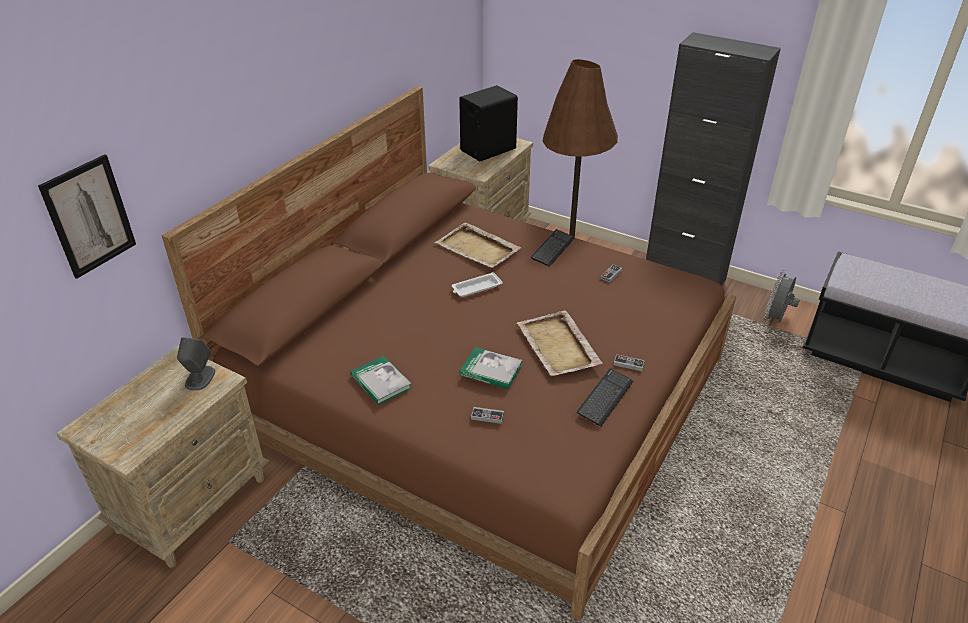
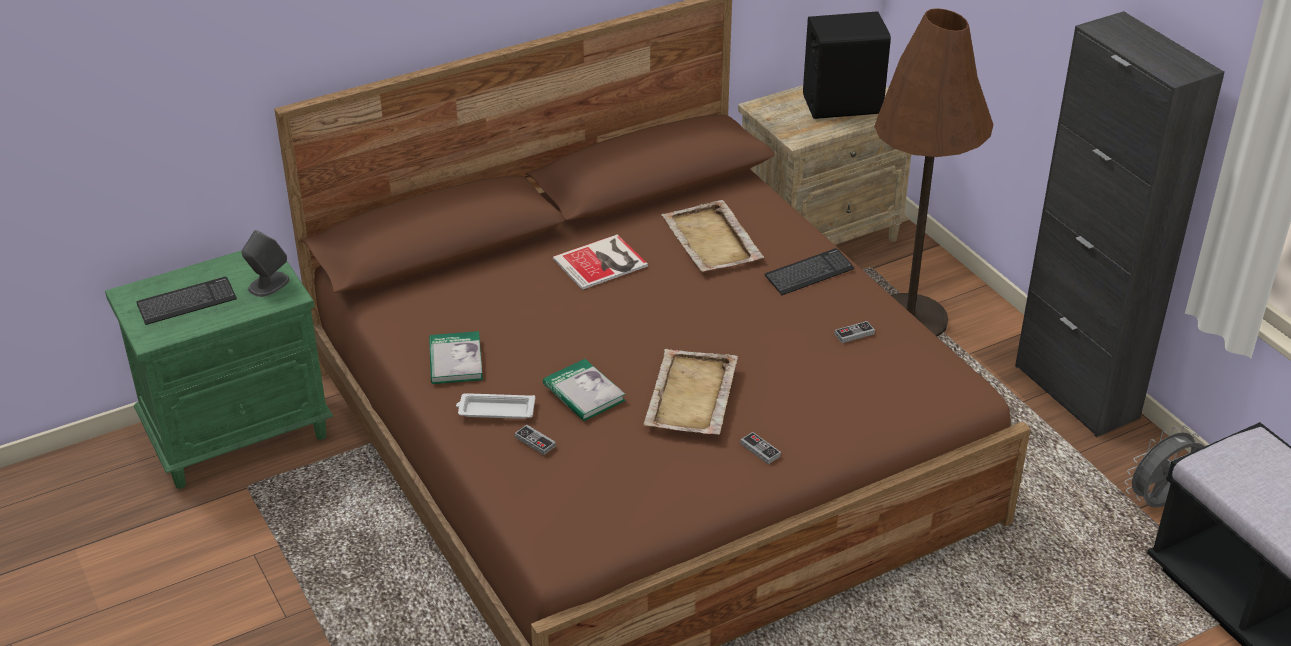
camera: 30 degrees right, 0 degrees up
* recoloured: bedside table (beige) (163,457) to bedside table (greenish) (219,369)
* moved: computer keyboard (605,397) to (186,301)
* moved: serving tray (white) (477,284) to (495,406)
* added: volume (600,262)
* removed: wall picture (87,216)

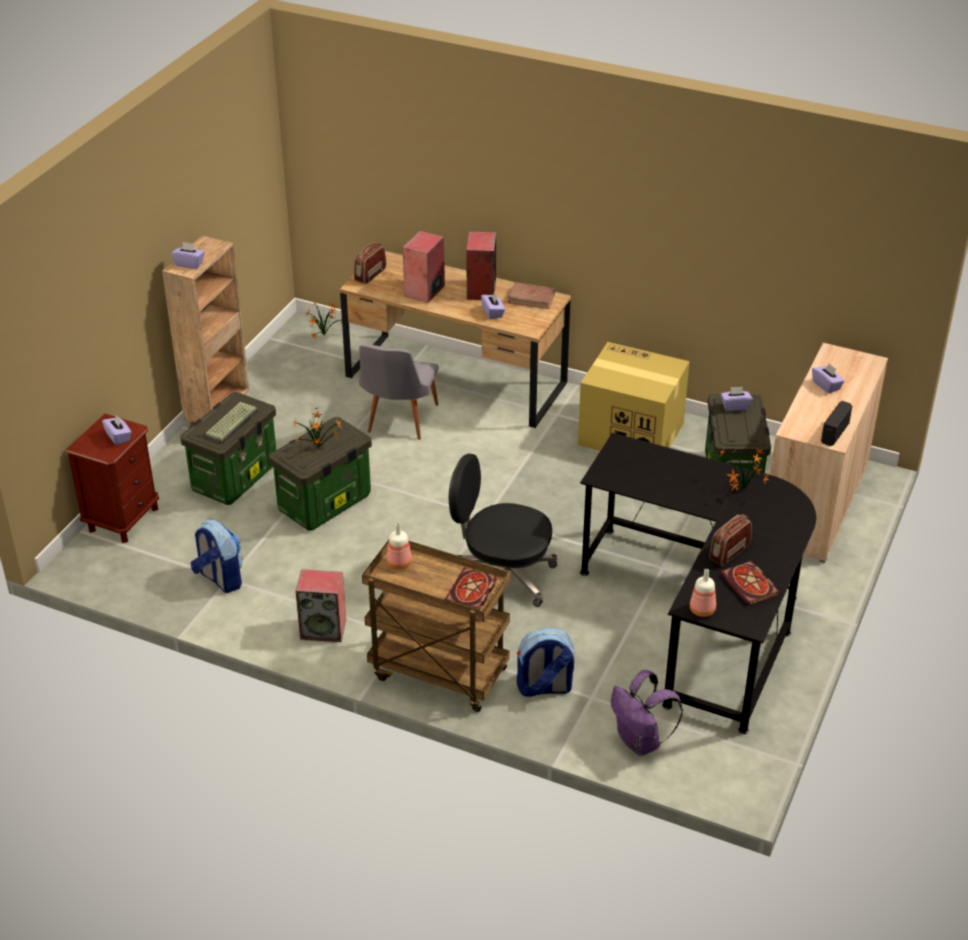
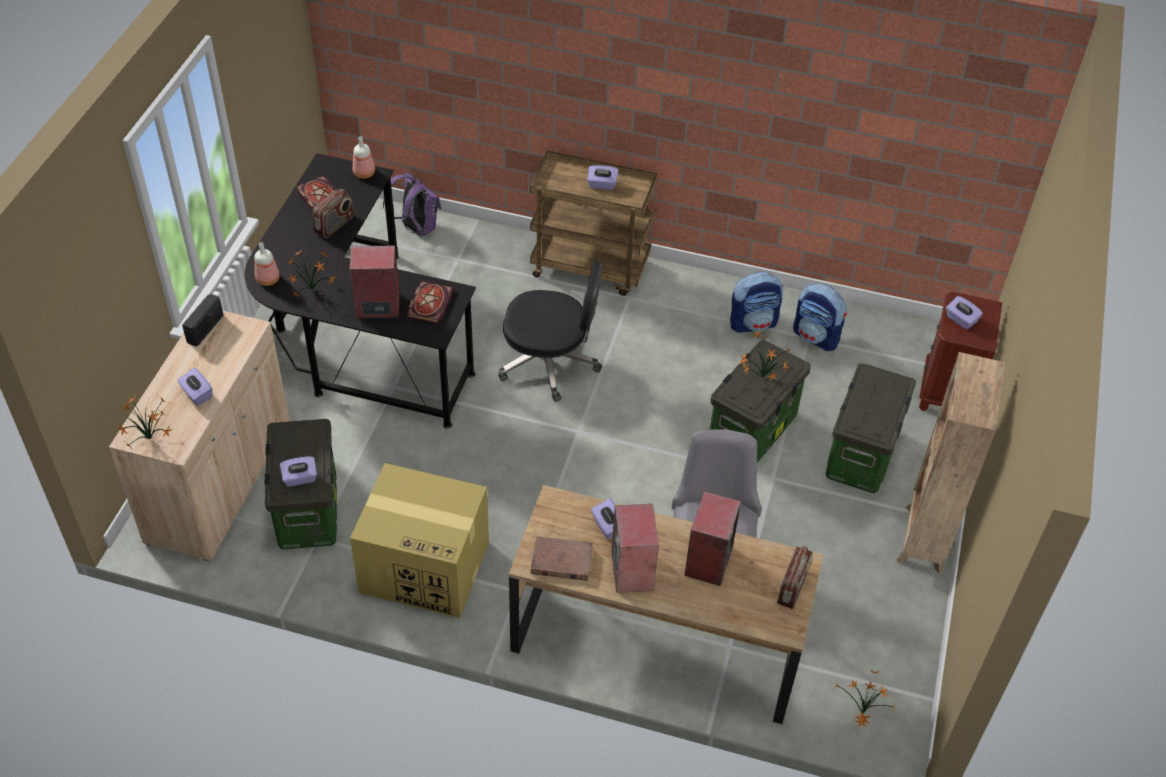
camera: 170 degrees right, 10 degrees up
* added: houseplant (145,421)
* moved: beverage bottle (399,546) to (267,264)
* moved: loudspeaker (321,605) to (374,282)
* moved: volume (471,588) to (430,302)
* moved: tissue holder (purple) (188,255) to (603,177)
* moved: knapsack (545,662) to (756,302)
* removed: computer keyboard (231,422)

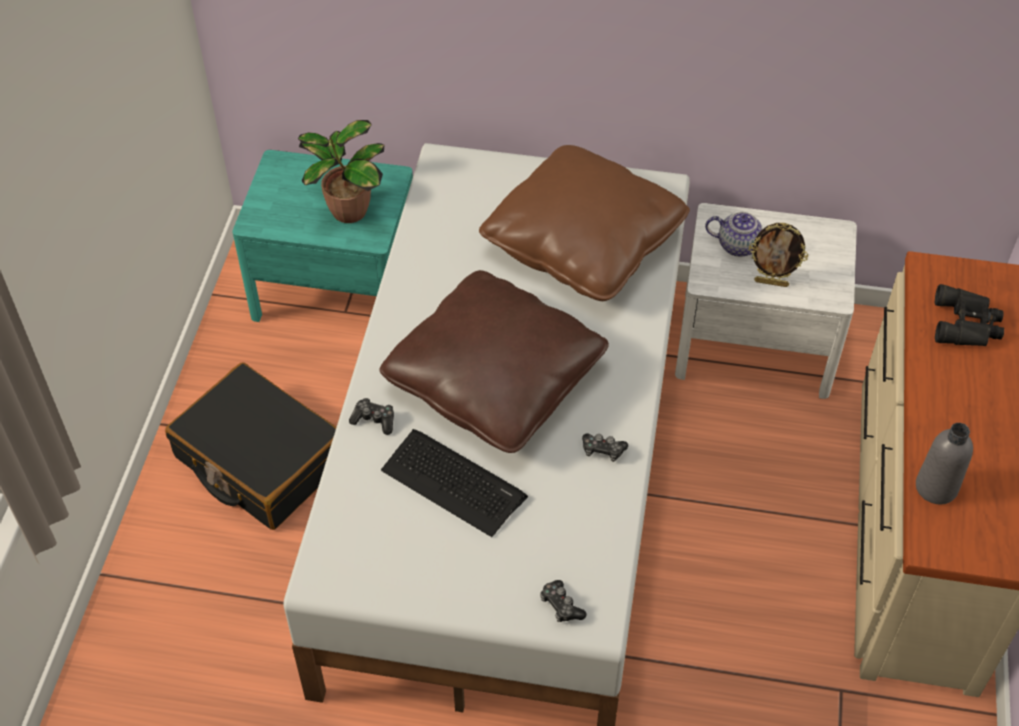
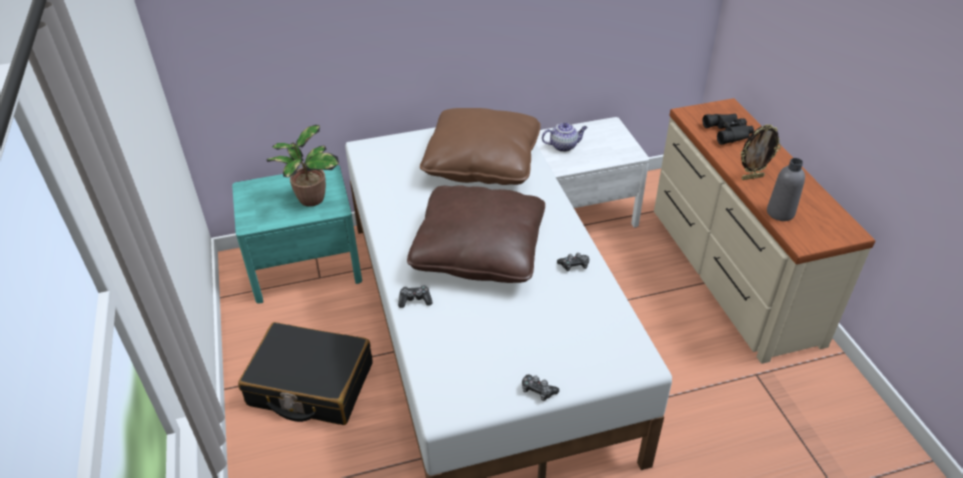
camera: 25 degrees left, 10 degrees down
* moved: joypad (563,601) to (540,387)
* moved: standing frame (778,255) to (760,152)
* removed: computer keyboard (454,483)

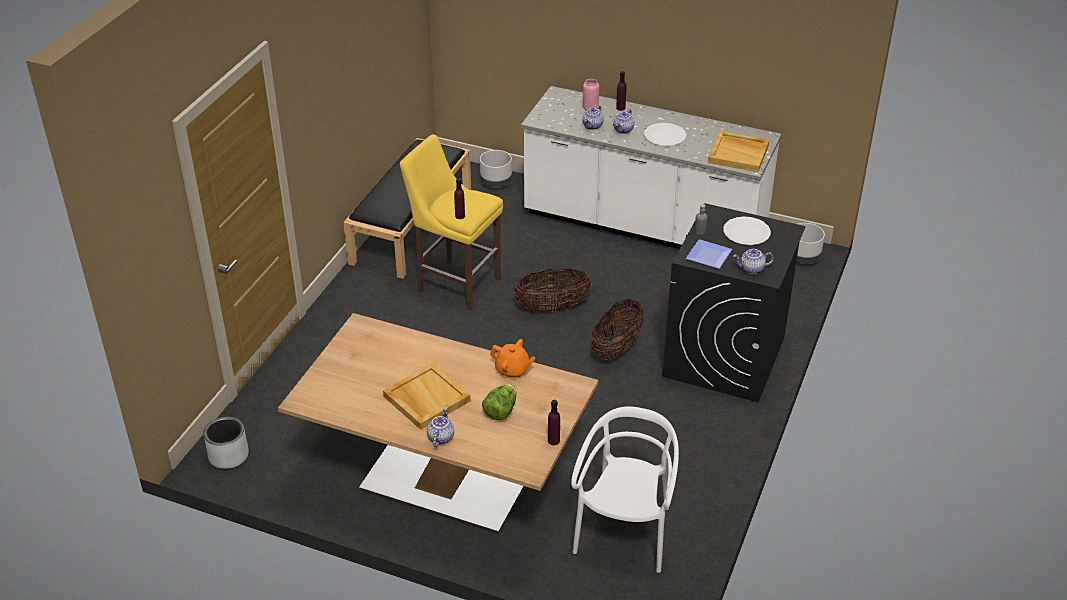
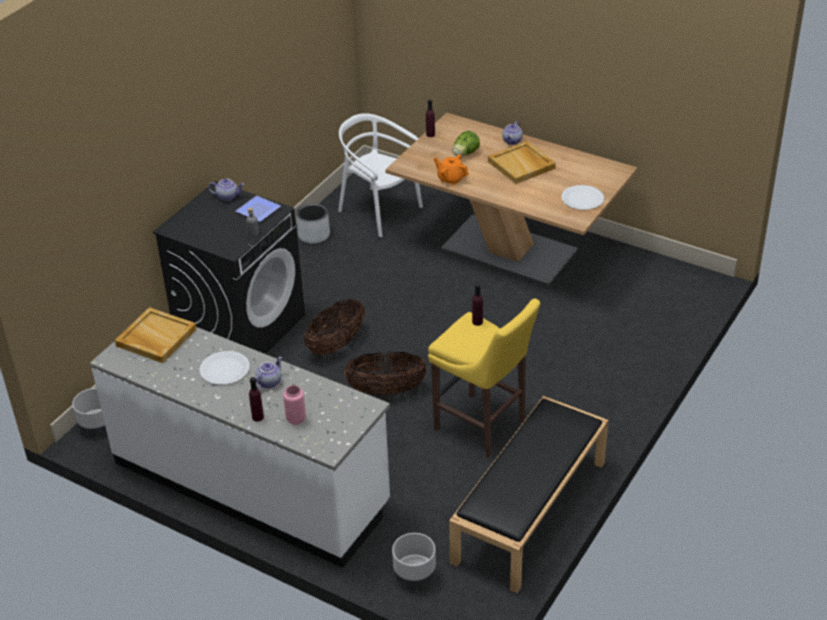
camera: 170 degrees left, 0 degrees up
* moved: planter (gray) (226,443) to (313,223)
* turned: chair (white) (625,489) = (380,175) 105 degrees clockwise
* moved: plate (white) (747,230) to (582,197)
* removed: pot for tea (593,117)

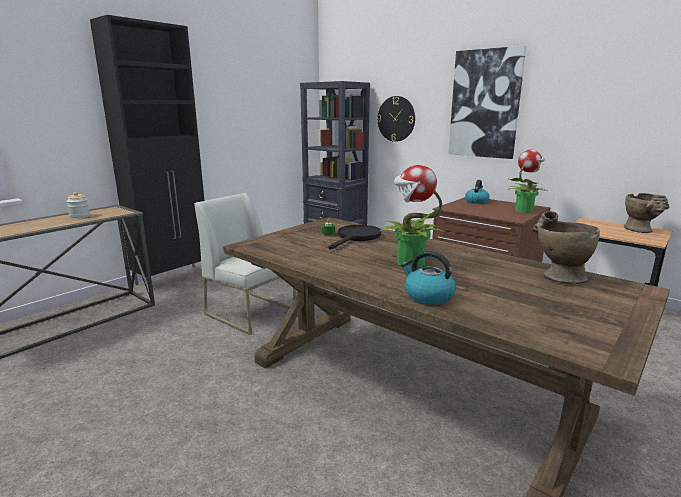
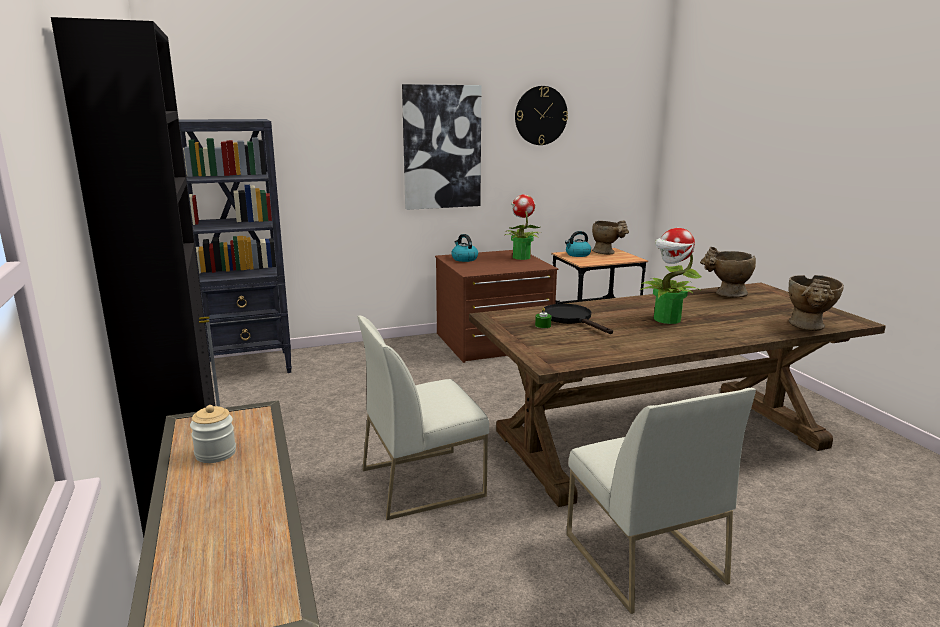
camera: 60 degrees left, 0 degrees up
* moved: hanging clock (396,119) to (541,115)
* moved: tea kettle (428,278) to (578,244)
* added: chair (white) (661,501)
* added: decorative vase (beige) (816,303)

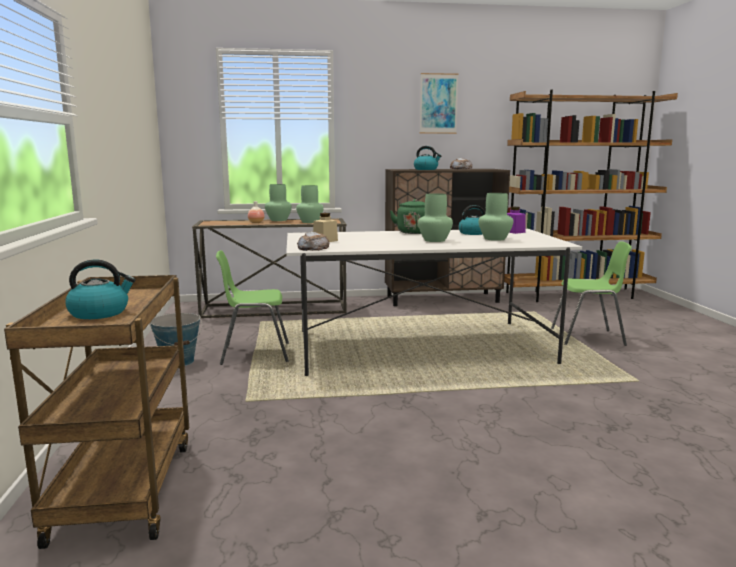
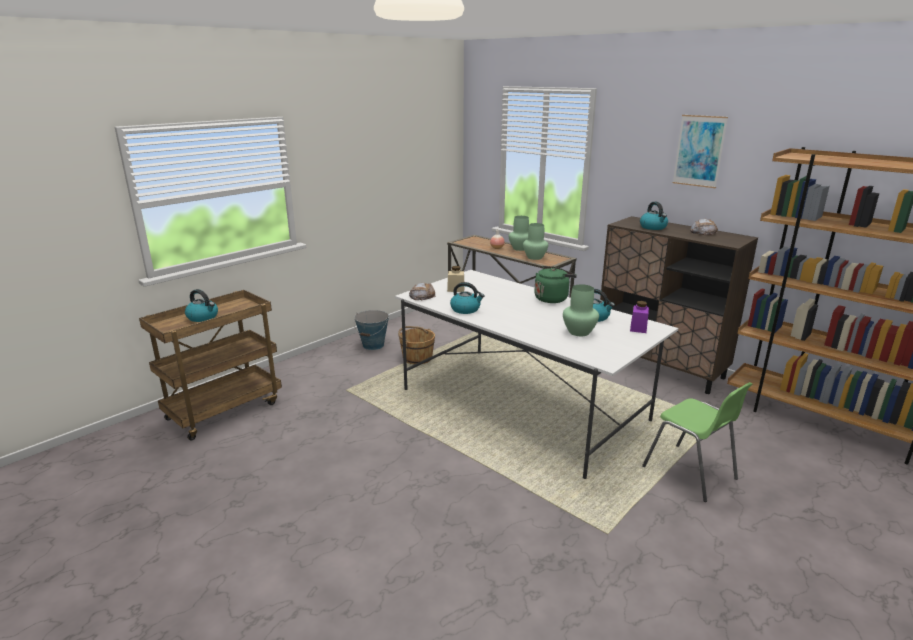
camera: 50 degrees right, 10 degrees up
* replaced: chair (greenish) (252,307) to bucket (brown) (416,345)
* added: tea kettle (467,298)
* removed: decorative vase (greenish) (435,217)

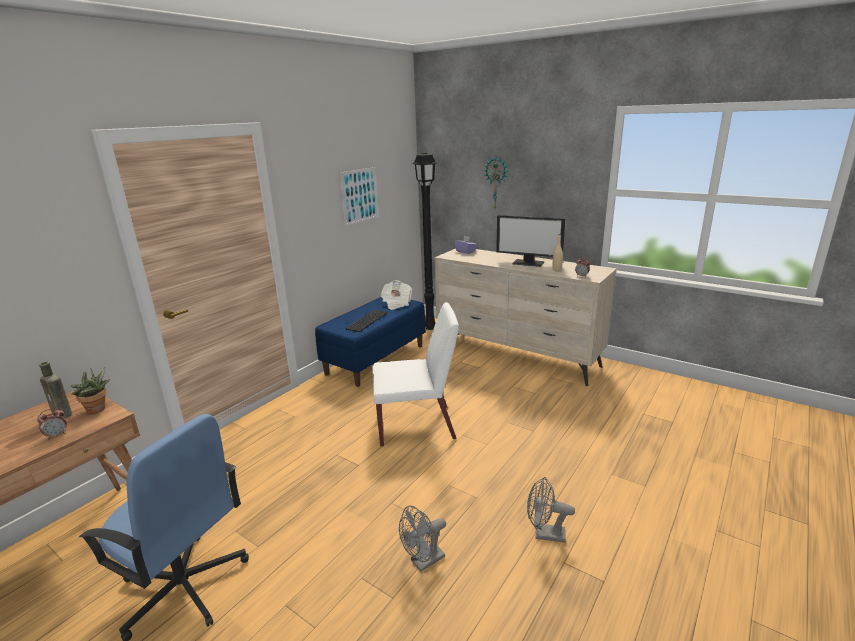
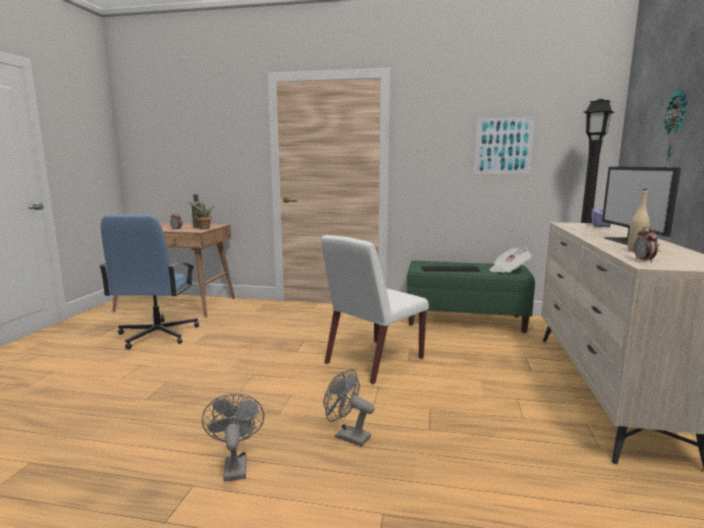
camera: 65 degrees right, 10 degrees down
* turned: chair (white) (415,374) = (375,309) 75 degrees clockwise
* moved: cooling fan (gray) (422,539) to (349,407)
* recoloured: long seat (bluish) (370,342) to long seat (greenish) (471,297)

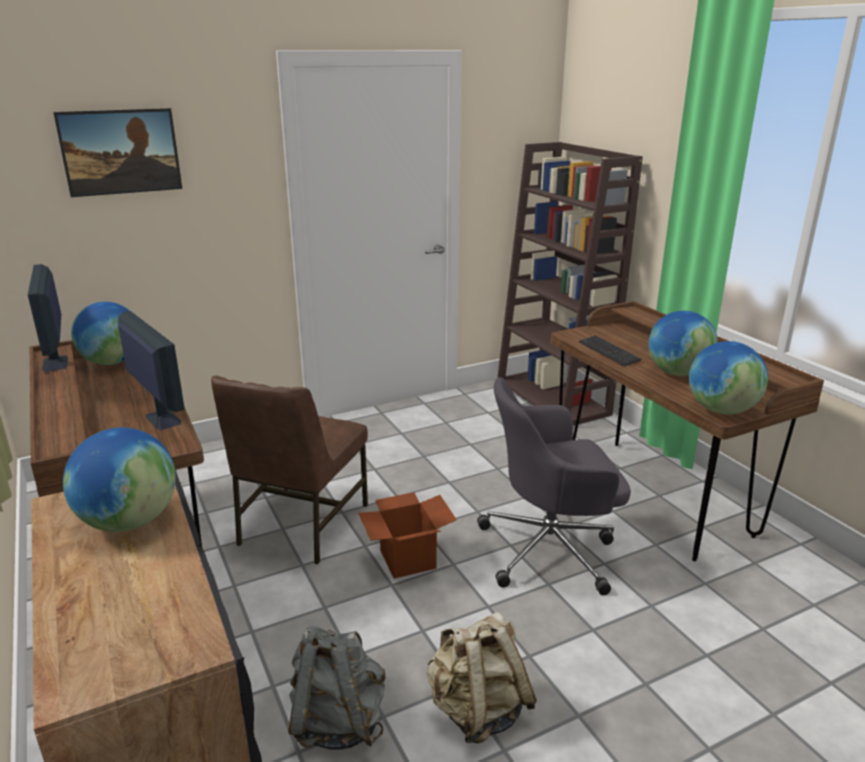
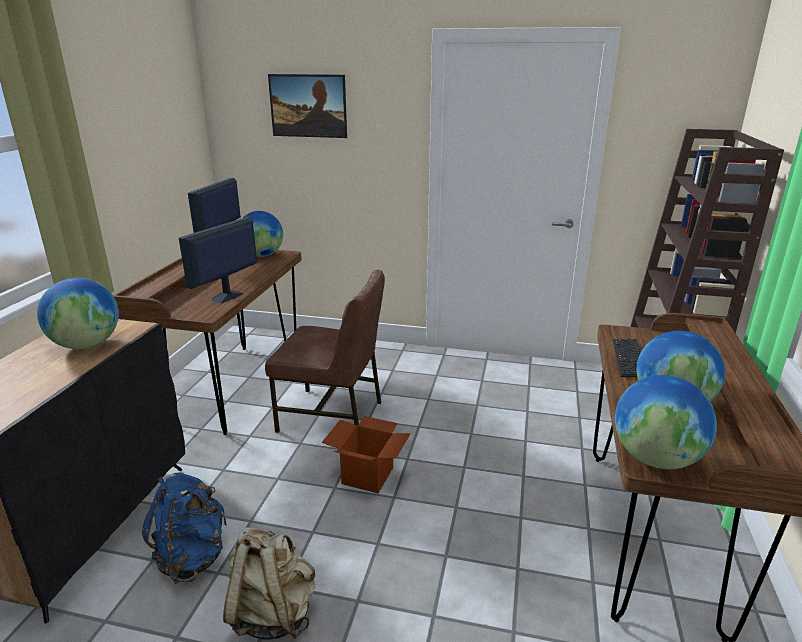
camera: 40 degrees right, 0 degrees up
* recoloured: knapsack (gray) (337,688) to knapsack (bluish) (184,528)
* turned: monitor (151,370) = (218,260) 150 degrees counterclockwise
* turned: chair (brown) (289,469) = (325,351) 135 degrees counterclockwise
* removed: desk chair (gray) (554,486)

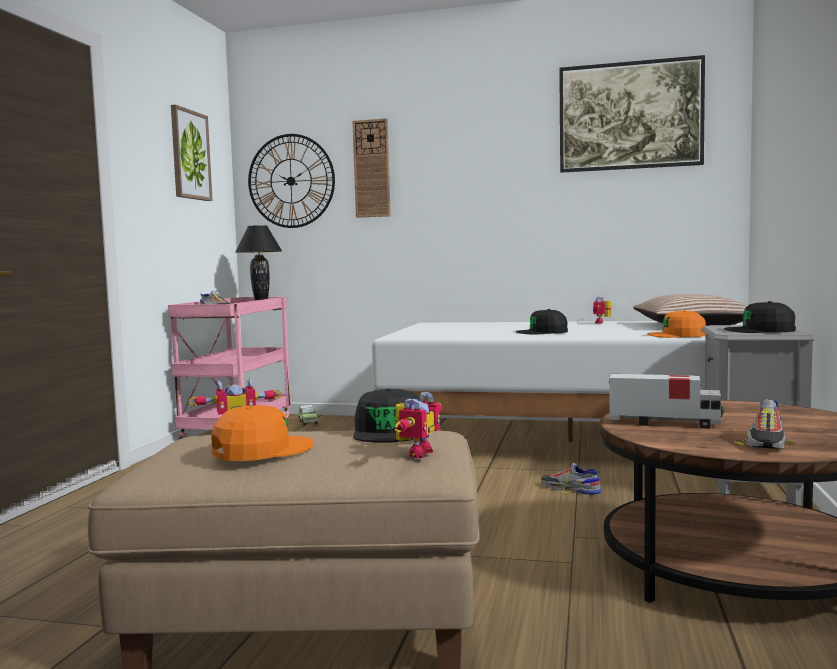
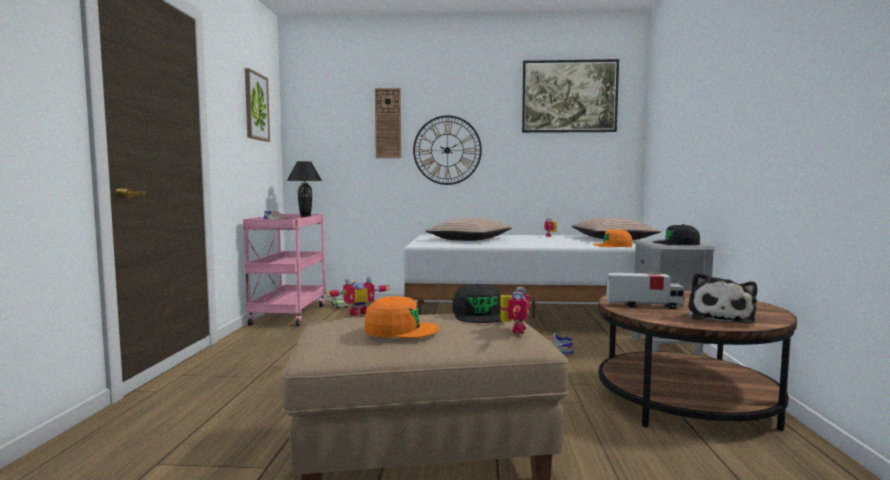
camera: 10 degrees left, 0 degrees up
* turned: baseball cap (orange) (262,433) = (401,317) 45 degrees clockwise
* moved: hanging clock (291,181) to (447,150)
* added: throw pillow (469,229)
* replaced: item of footwear (764,423) to soft toy (723,298)
* removed: baseball cap (black-coloured) (542,322)

